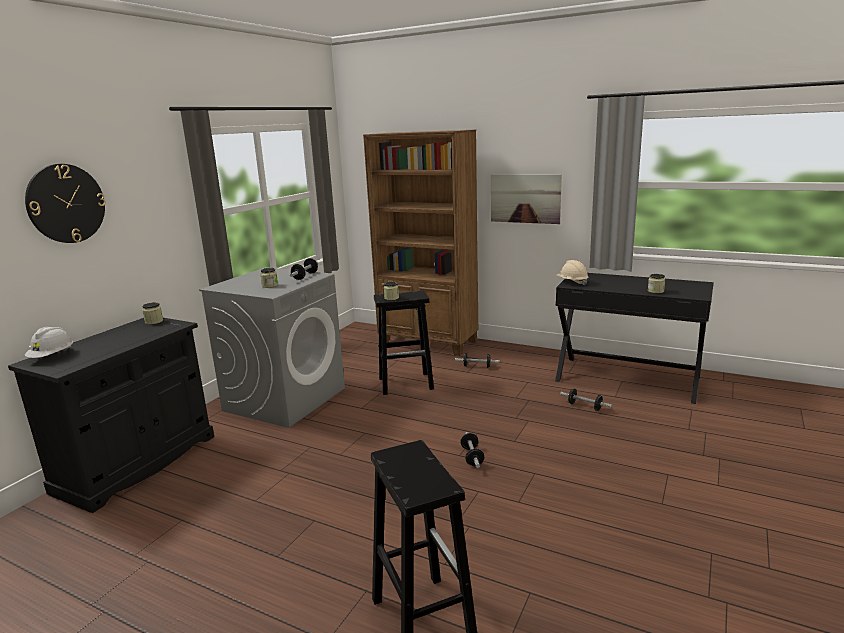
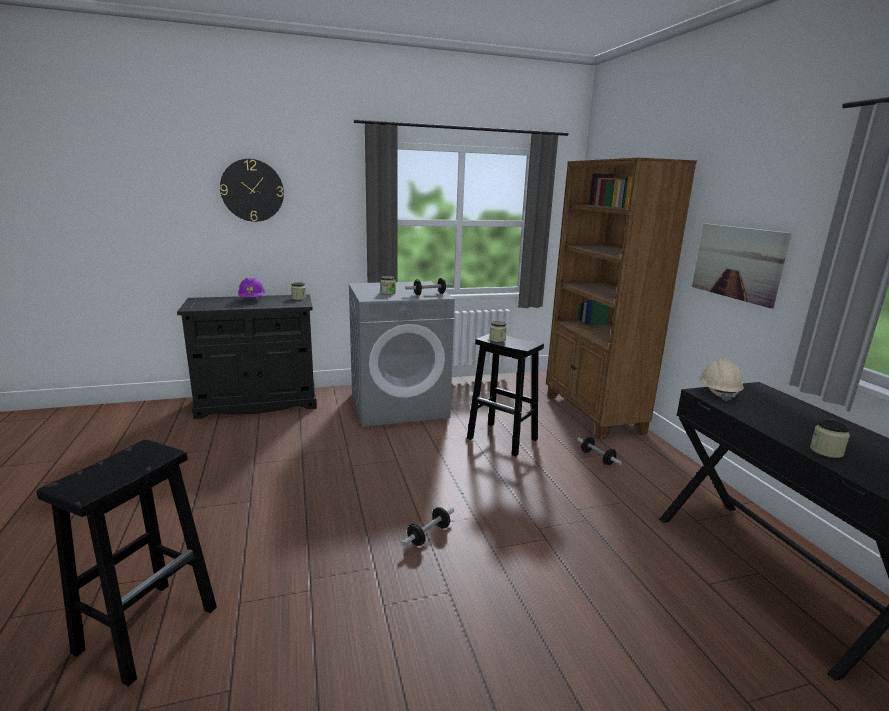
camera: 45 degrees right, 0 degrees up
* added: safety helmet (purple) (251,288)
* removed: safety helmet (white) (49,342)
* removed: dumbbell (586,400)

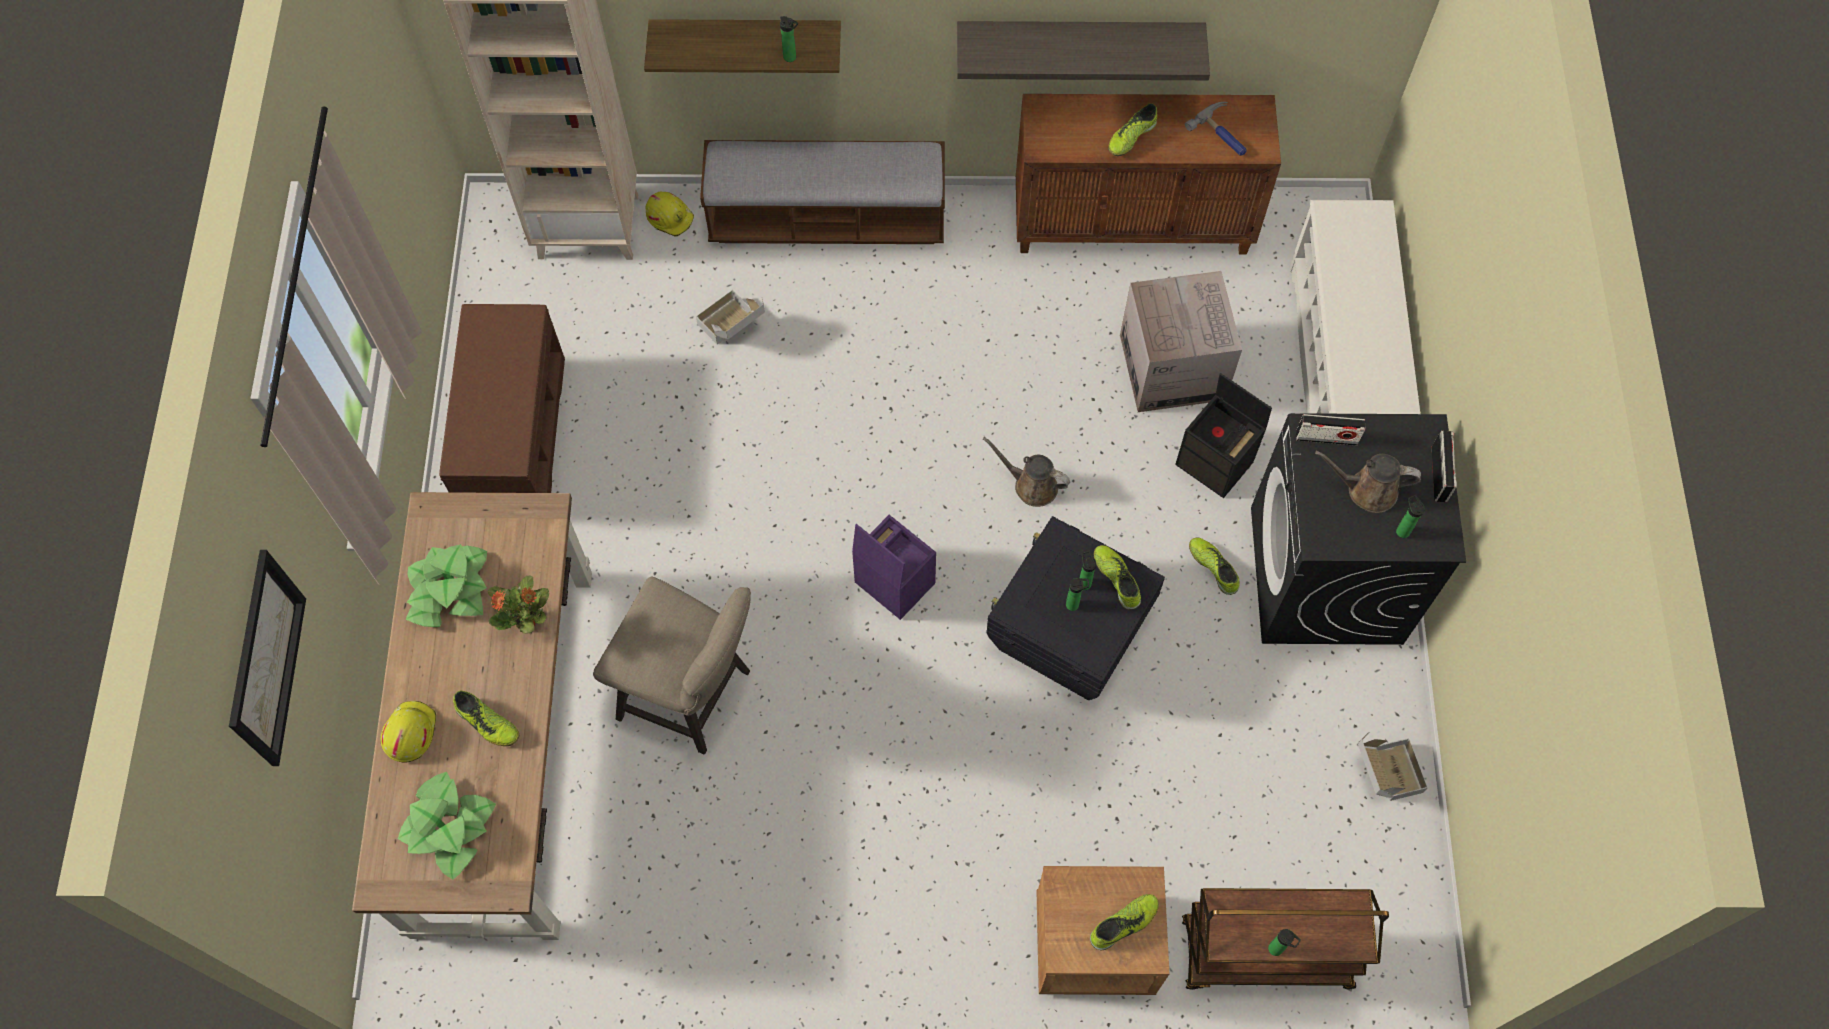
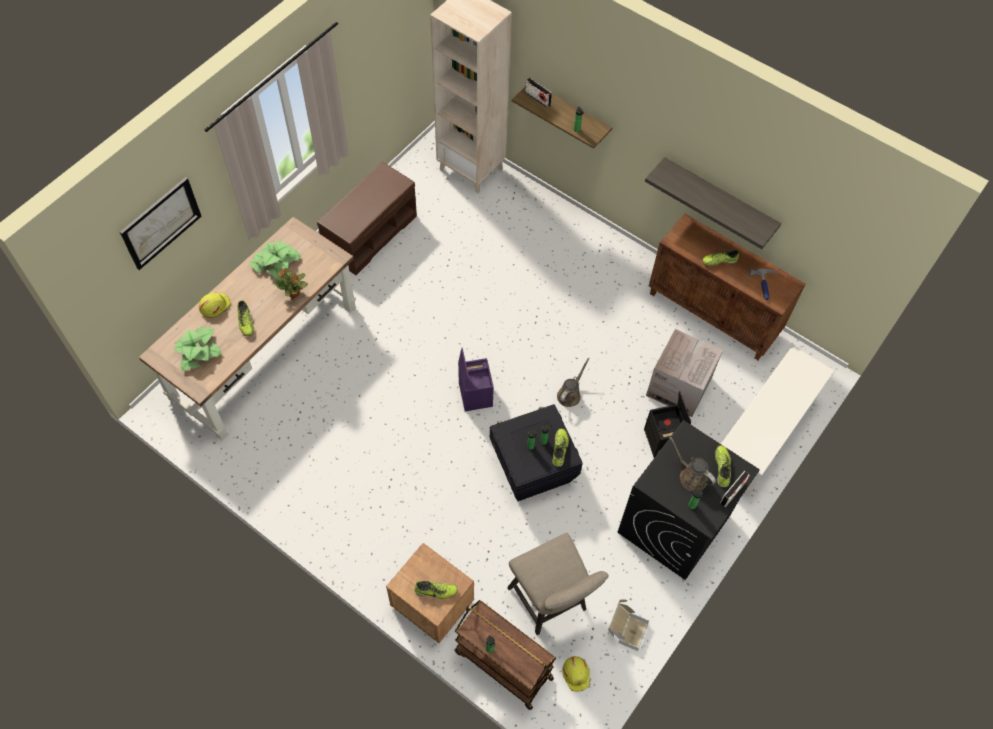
camera: 35 degrees right, 5 degrees down
* moved: sitting stool (beige) (672,666) to (558,584)
* moved: radio set (1331,430) to (538,93)
* turned: watering can (brown) (1026,472) = (573,382) 60 degrees clockwise
* moved: safety helmet (yellow-coloured) (670,214) to (576,673)
* moved: item of footwear (1214,566) to (723,466)
* removed: carton (730,317)
* removed: long seat (822,192)

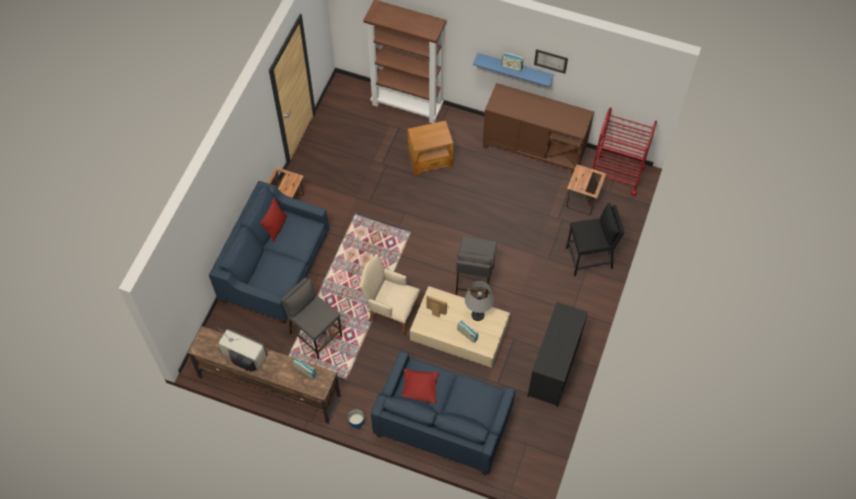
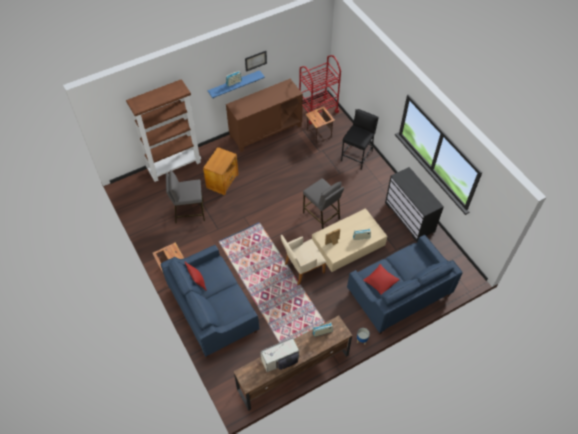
camera: 50 degrees left, 5 degrees down
* moved: sitting stool (gray) (311,318) to (185,197)
* removed: tabletop lamp (gray) (479,301)

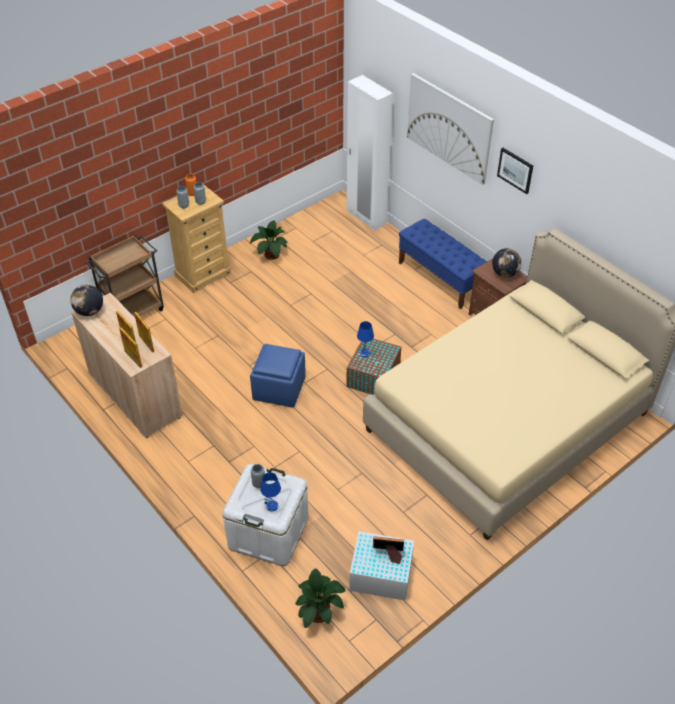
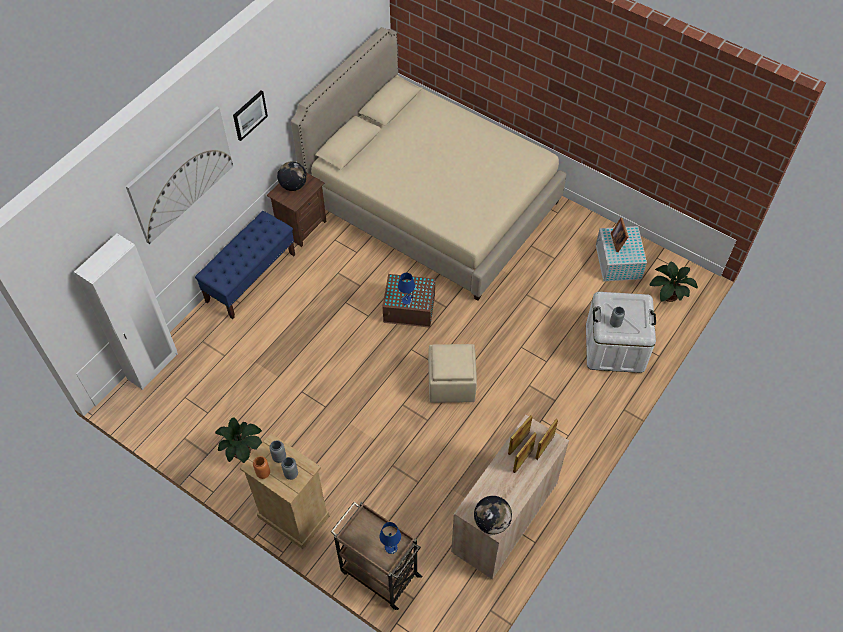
camera: 105 degrees left, 10 degrees up
* moved: tabletop lamp (bluish) (270,491) to (390,538)
* recoloured: ottoman (bluish) (277,376) to ottoman (beige) (452,373)

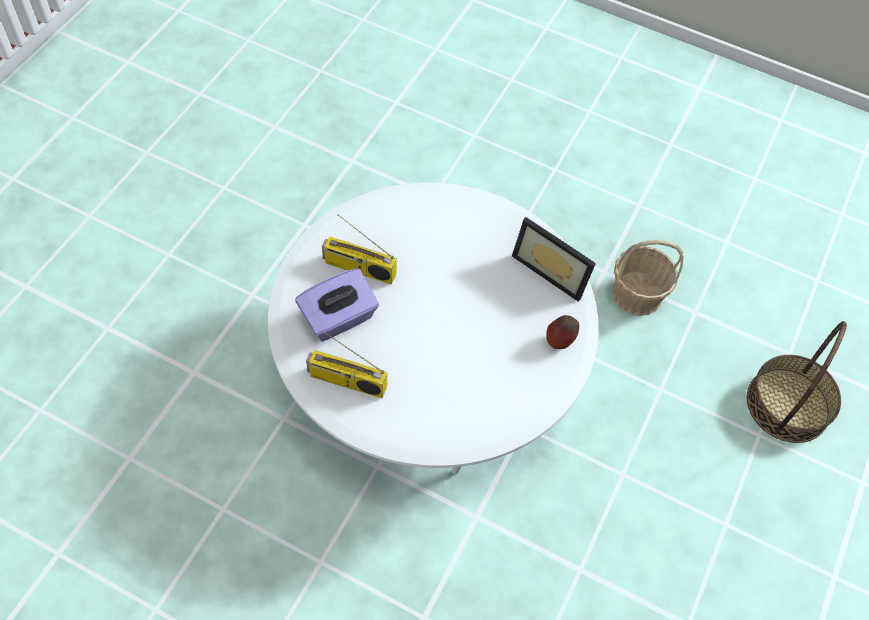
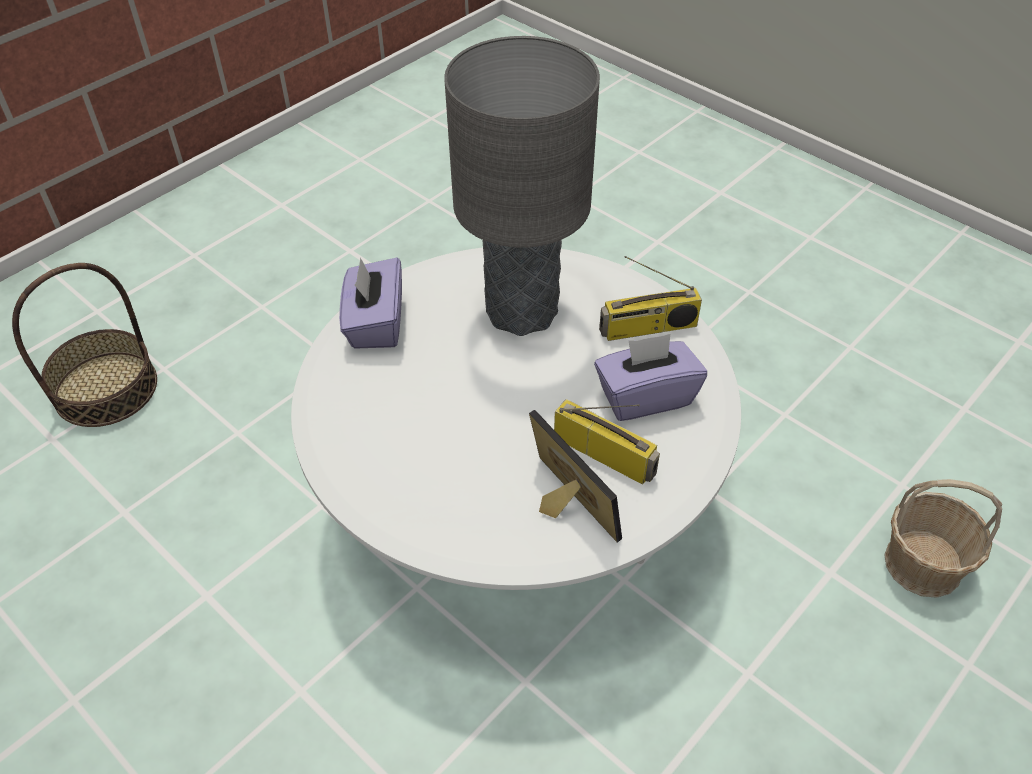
camera: 160 degrees left, 10 degrees down
* replaced: apple fruit (562,332) to tissue holder (purple) (370,303)
* added: tabletop lamp (gray) (522,186)
* moved: standing frame (554,259) to (575,476)
* turned: radio set (346,364) = (650,298) 135 degrees clockwise
* moved: household basket (648,278) to (943,538)

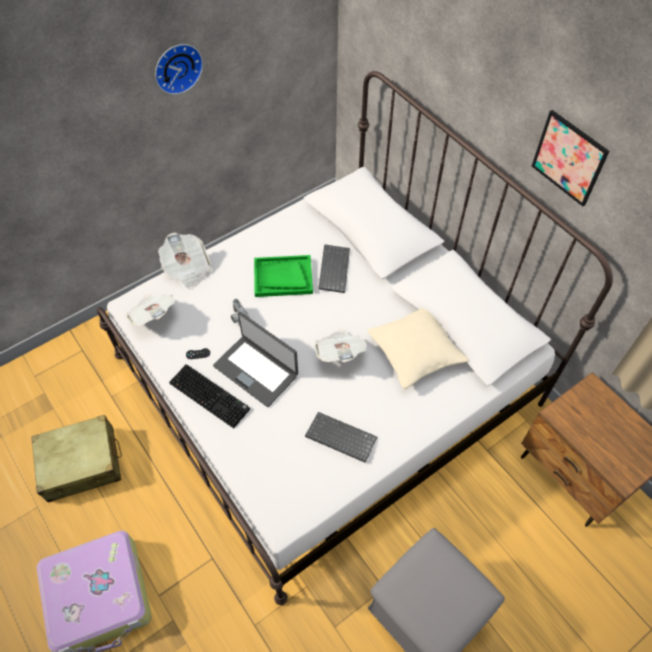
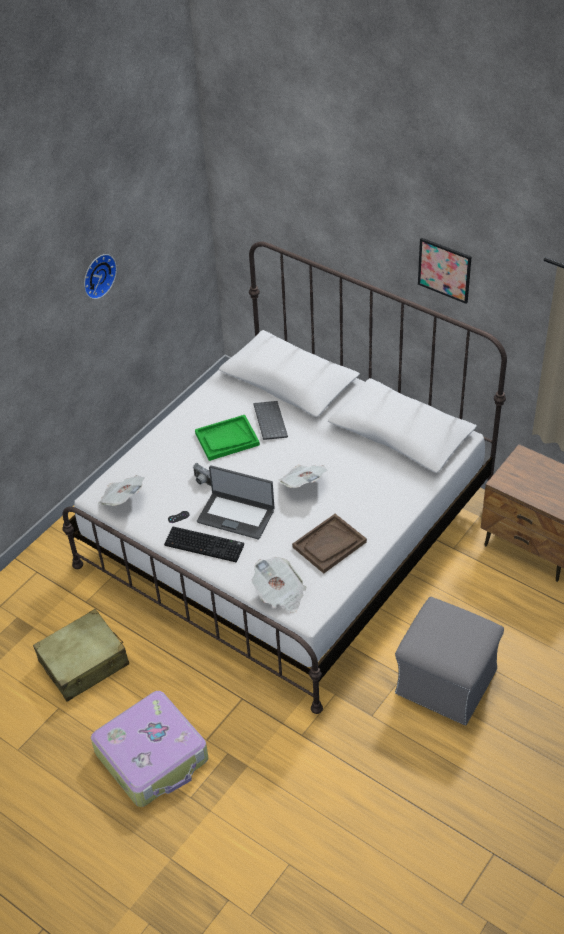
camera: 15 degrees left, 10 degrees down
* moved: newspaper (185,261) to (279,585)
* replaced: computer keyboard (341,437) to serving tray (brown) (329,544)
* removed: throw pillow (beige) (418,348)

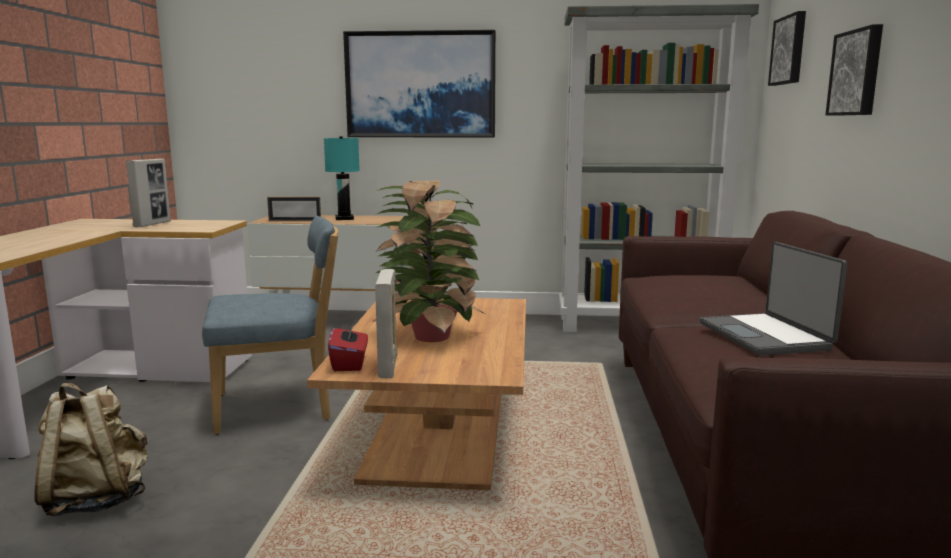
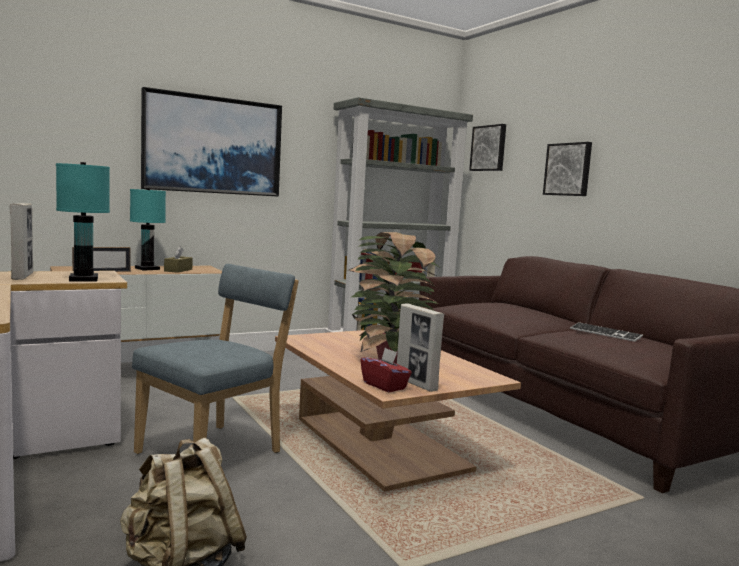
camera: 35 degrees left, 5 degrees down
* added: tabletop lamp (turquoise) (83,221)
* added: tissue holder (brown) (178,259)
* replaced: laptop (773,299) to computer keyboard (606,332)

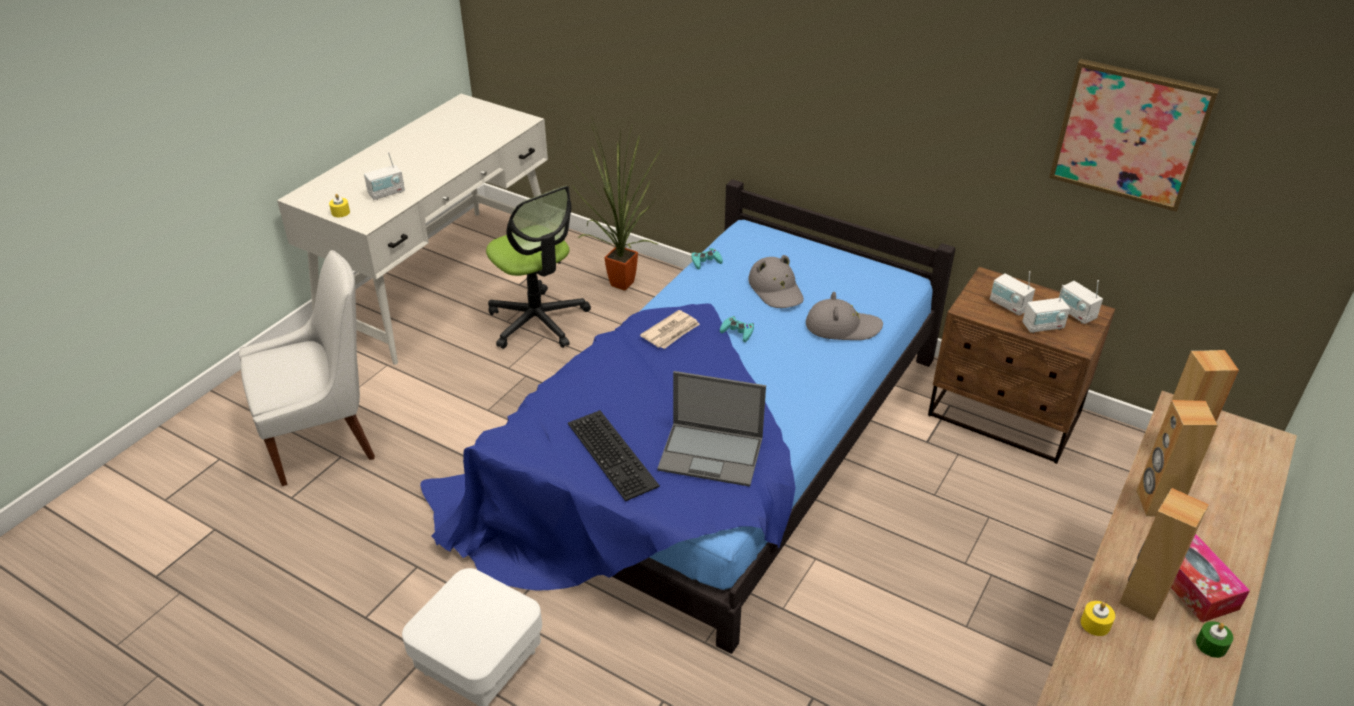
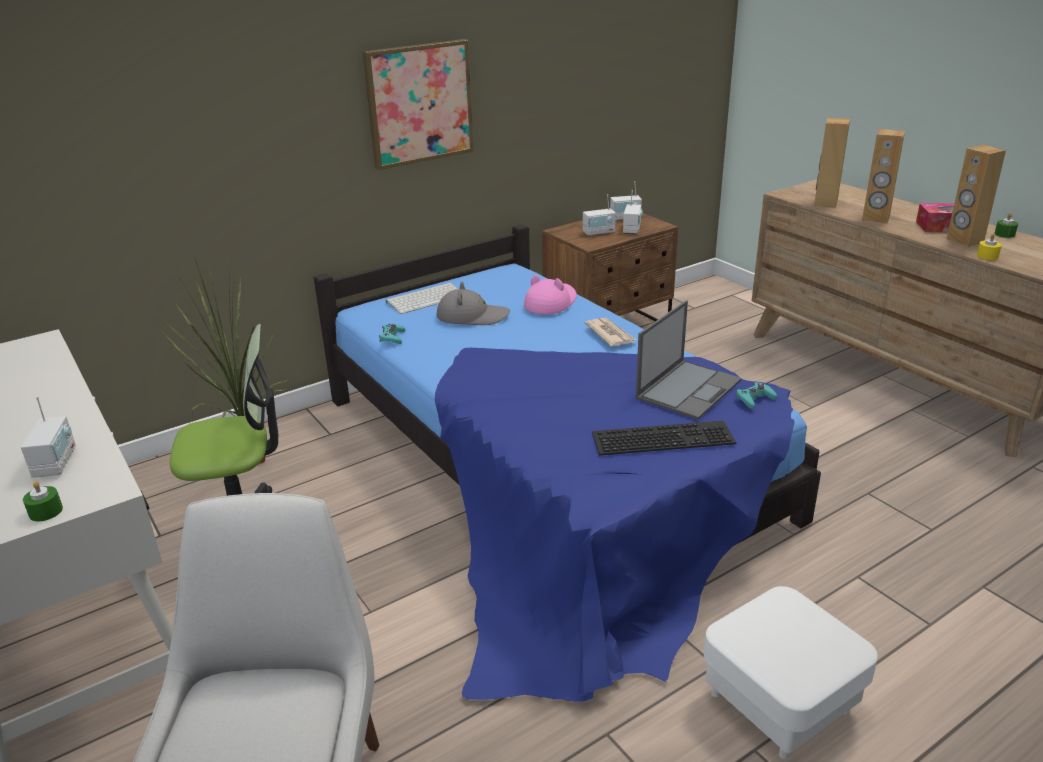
camera: 65 degrees left, 10 degrees down
* recoloured: wax candle (yellow-coloured) (339,205) to wax candle (greenish) (43,501)
* moved: wall picture (1134,135) to (418,104)
* added: computer keyboard (422,298)
* recoloured: hat (gray) (844,316) to hat (pink-coloured) (550,294)
* moved: newspaper (670,329) to (611,331)
* moved: joypad (turquoise) (737,329) to (756,395)

